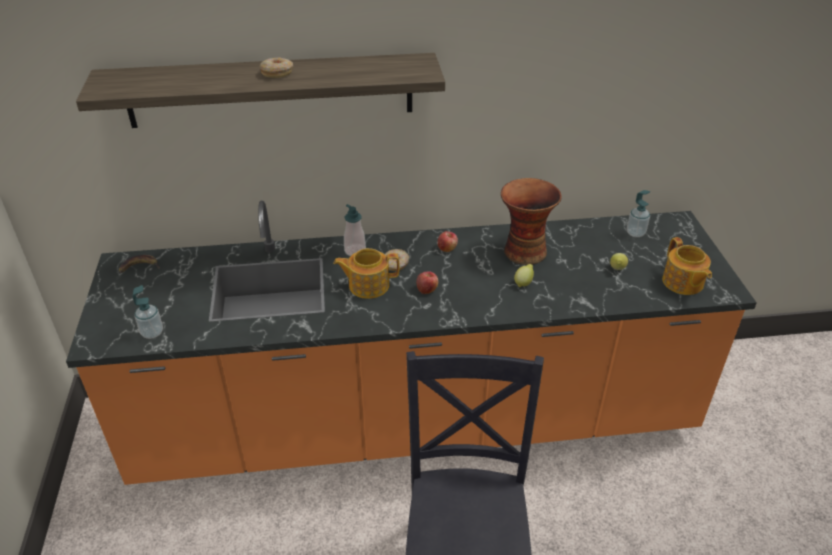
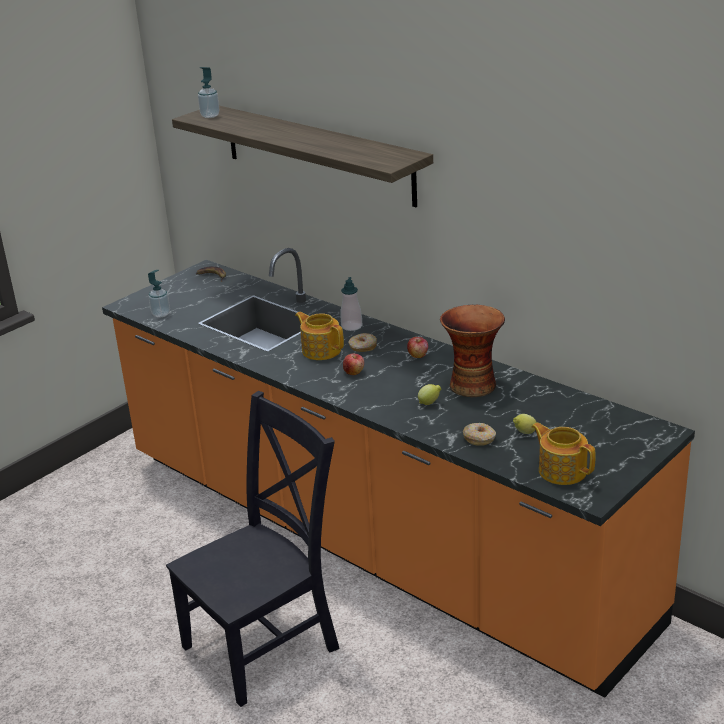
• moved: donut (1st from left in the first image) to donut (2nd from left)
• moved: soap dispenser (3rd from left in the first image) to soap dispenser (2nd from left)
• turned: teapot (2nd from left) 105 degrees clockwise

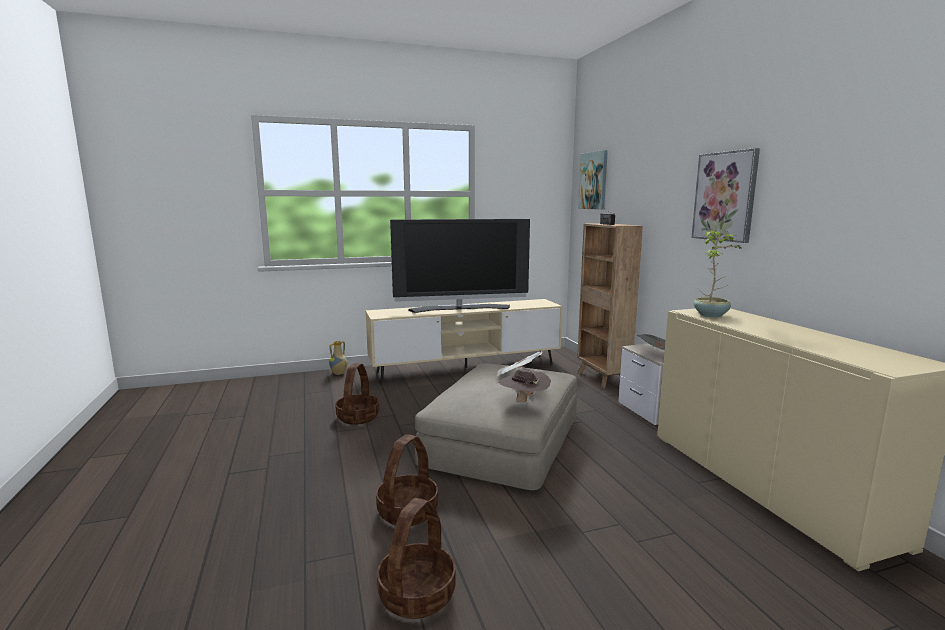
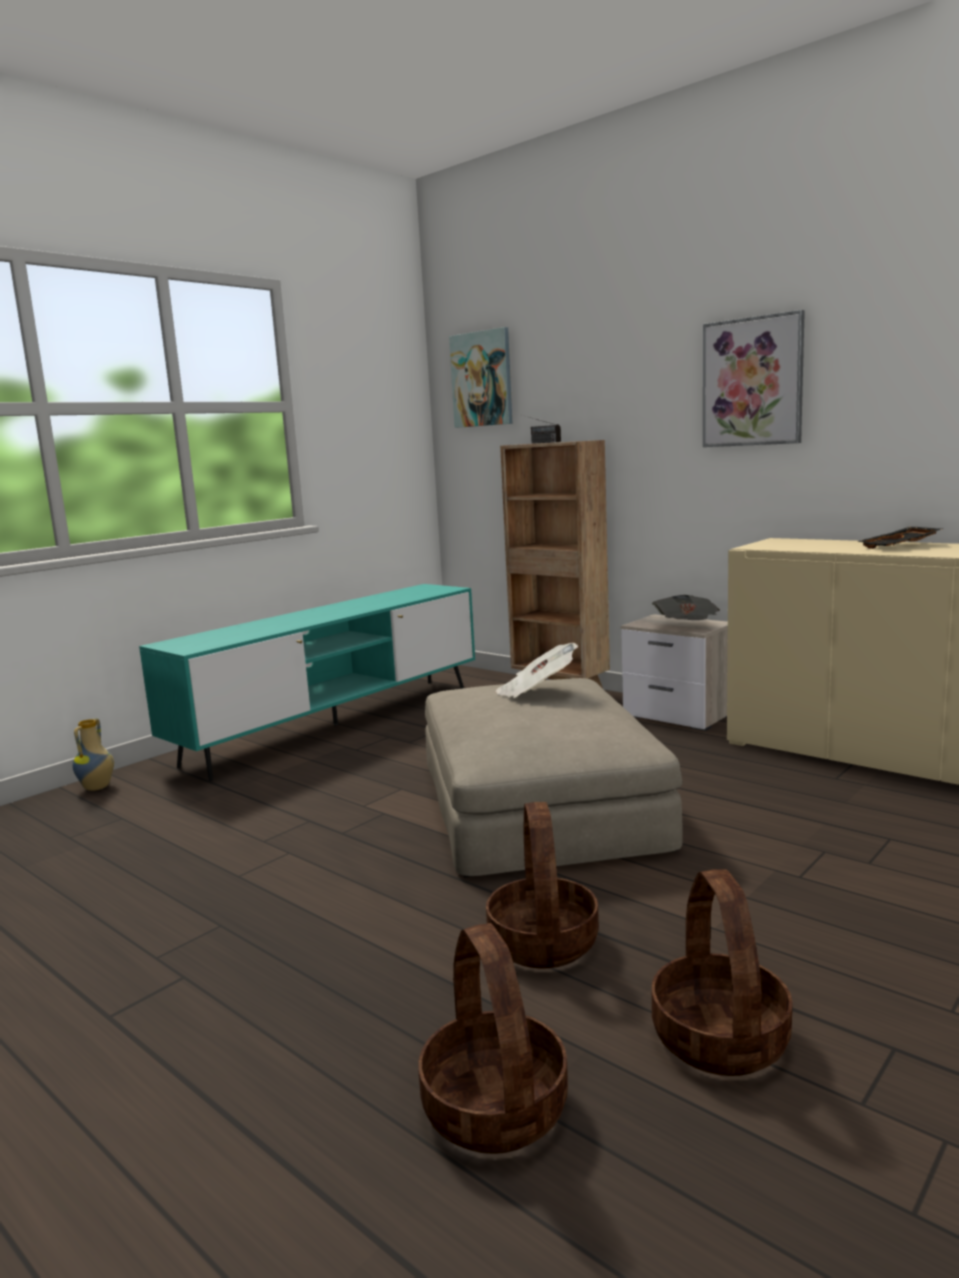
• removed: television
• removed: potted plant
• recoloured: beige tv stand to turquoise tv stand
• moved: basket (1st from left)
• removed: brown hat
• added: black tray

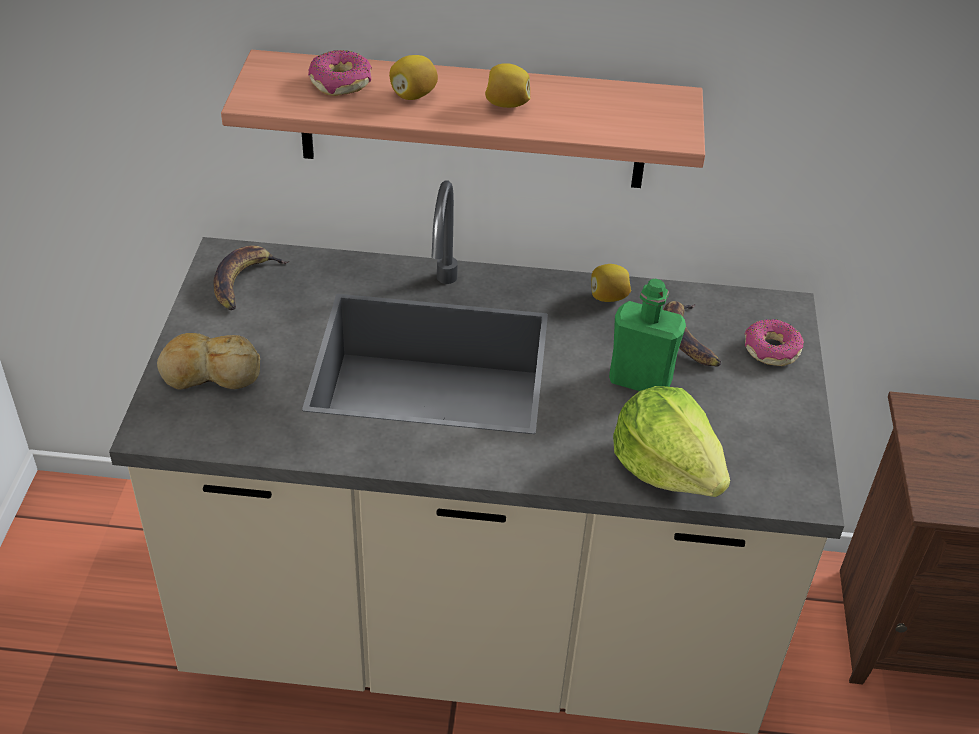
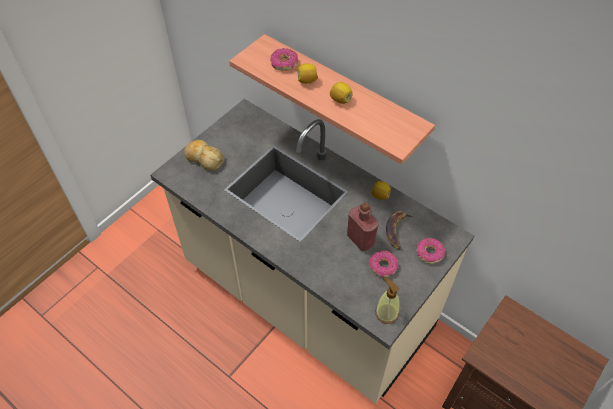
• removed: banana (1st from left)
• recoloured: green bottle to red bottle
• removed: lettuce
• added: donut (2nd from left)
• added: soap dispenser

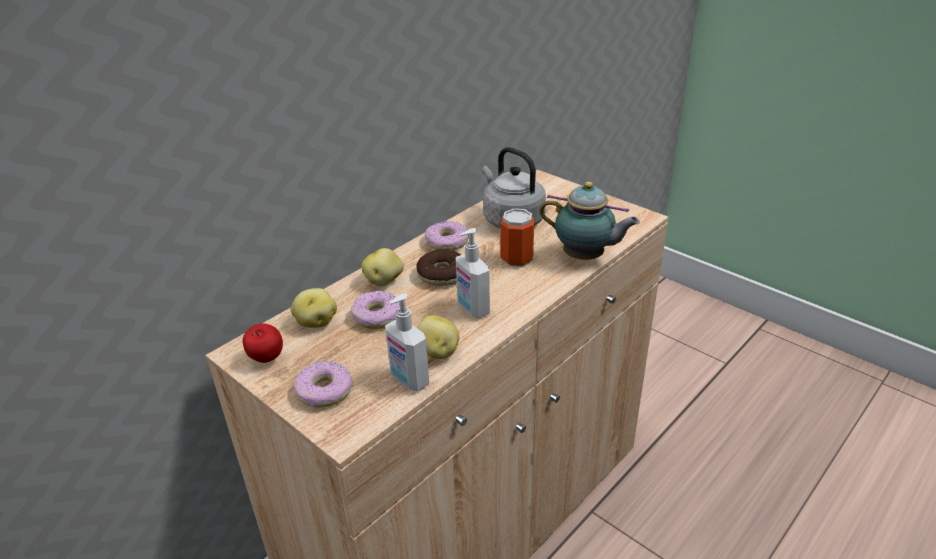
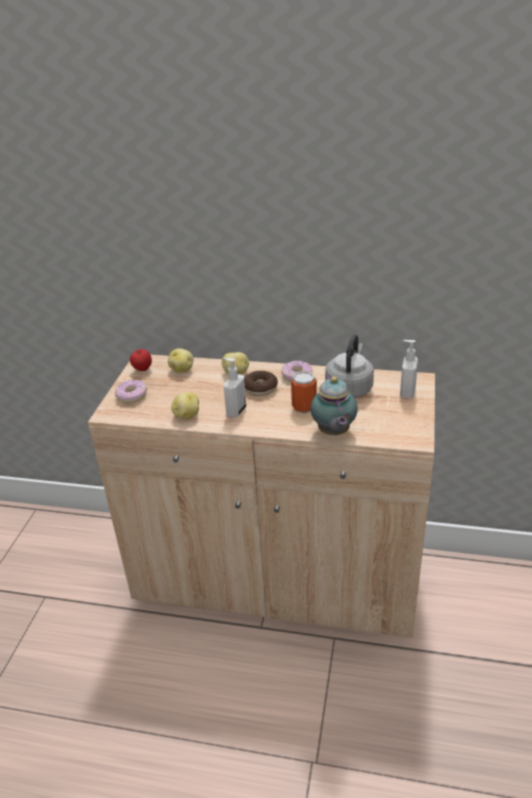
• removed: donut (2nd from left)
• moved: soap dispenser (1st from left in the first image) to soap dispenser (2nd from left)

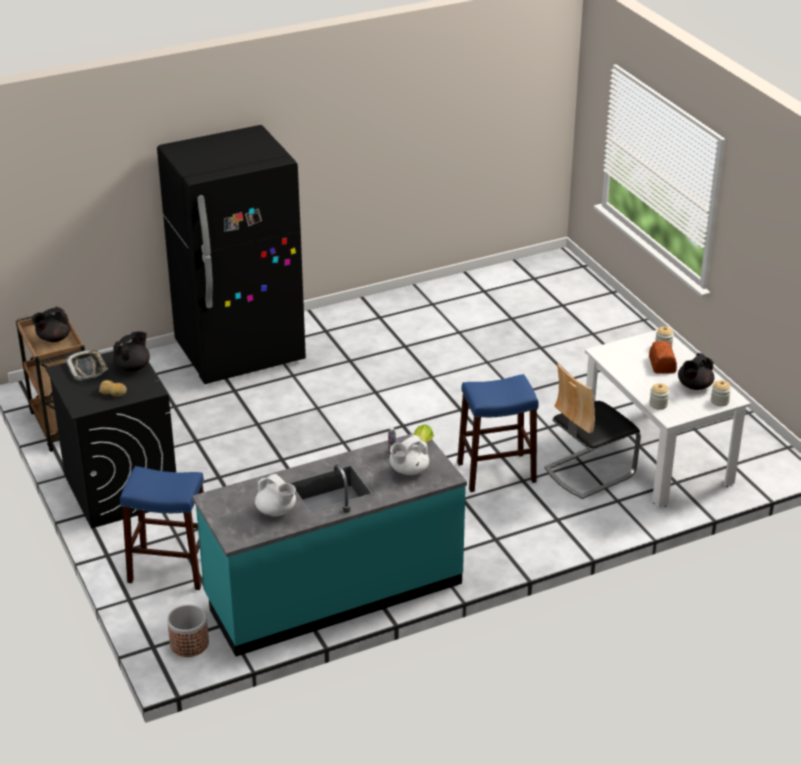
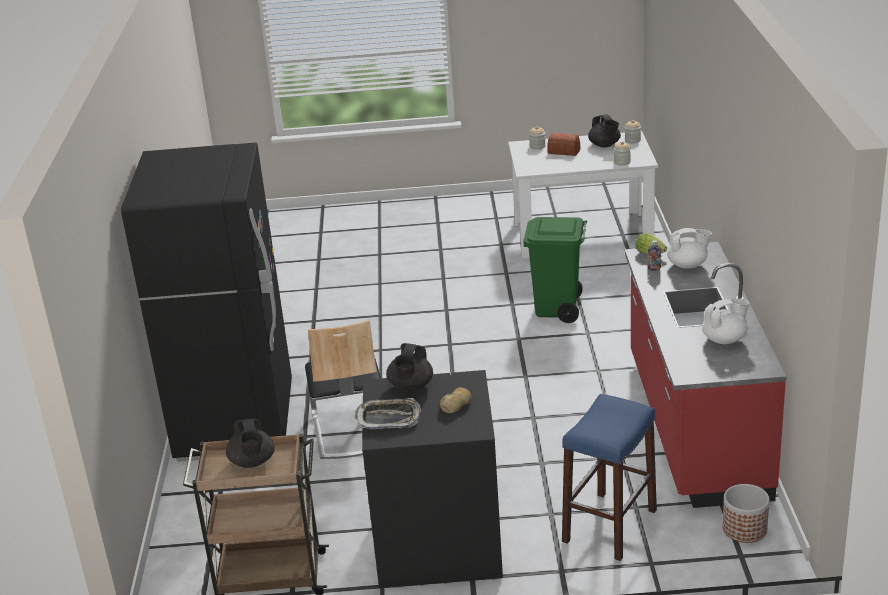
• turned: black teapot (2nd from left) 135 degrees counterclockwise
• moved: chair
• replaced: blue stool (2nd from left) to green trash can
• recoloured: turquoise counter to red counter
• turned: white teapot (2nd from left in the first image) 75 degrees counterclockwise

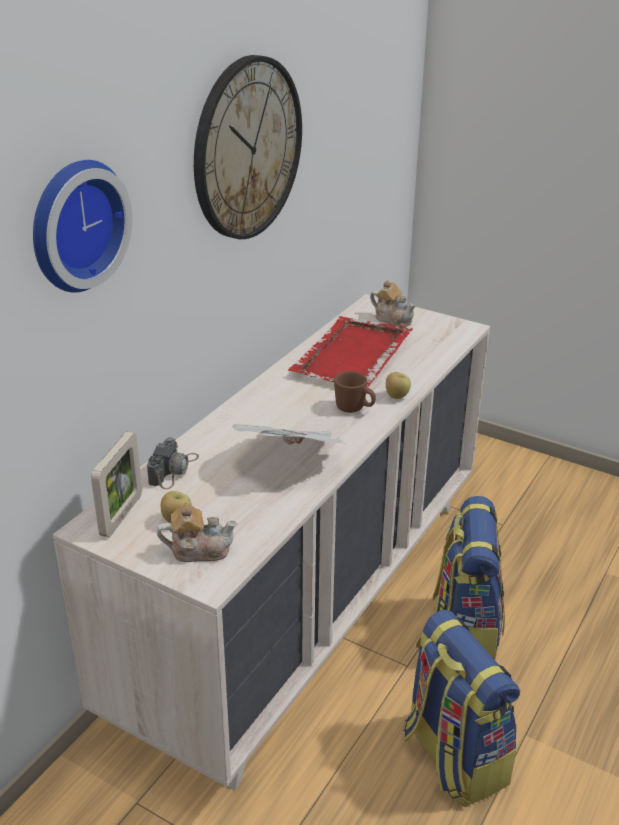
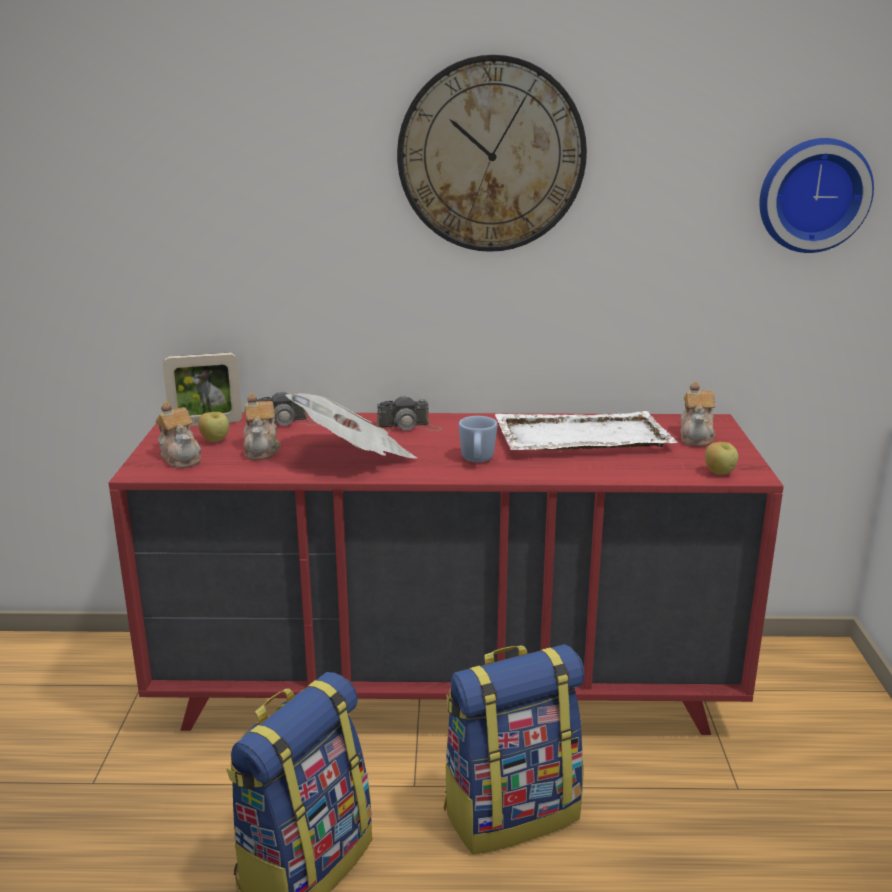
• moved: wall clock (1st from left in the first image) to wall clock (2nd from left)
• recoloured: beige dresser to red dresser
• recoloured: red tray to white tray
• recoloured: brown mug to blue mug
• moved: apple (2nd from left)
• added: teapot (2nd from left)
• added: photo camera (2nd from left)

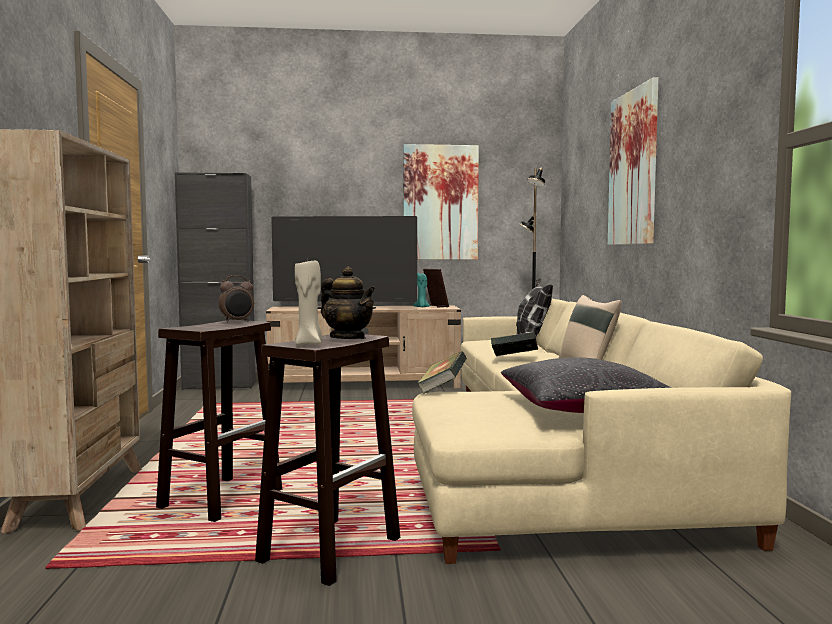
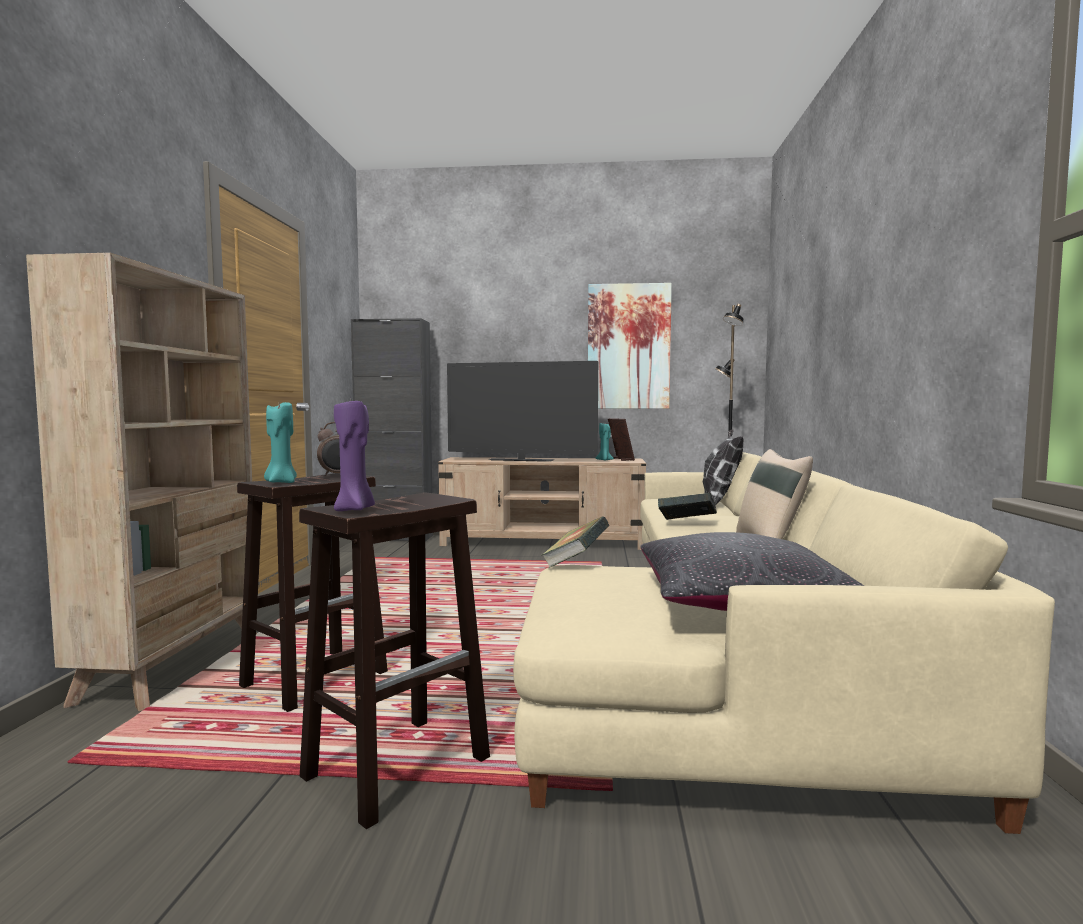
• removed: picture (2nd from left)
• recoloured: beige candle to purple candle
• removed: teapot
• added: turquoise candle (1st from left)

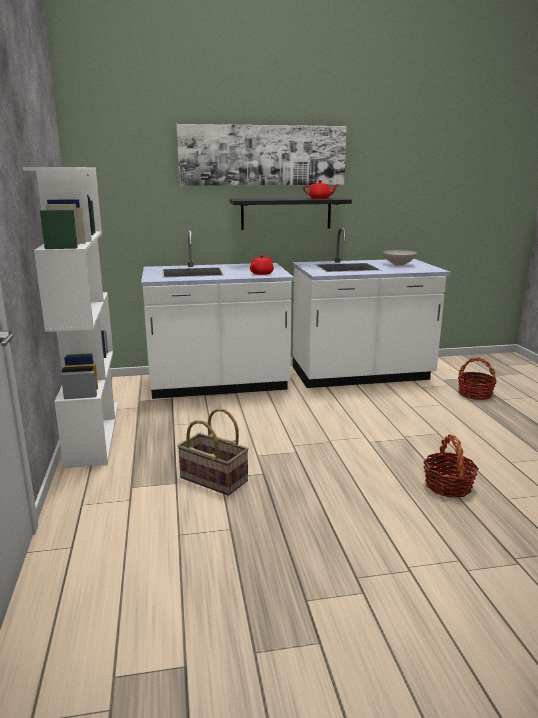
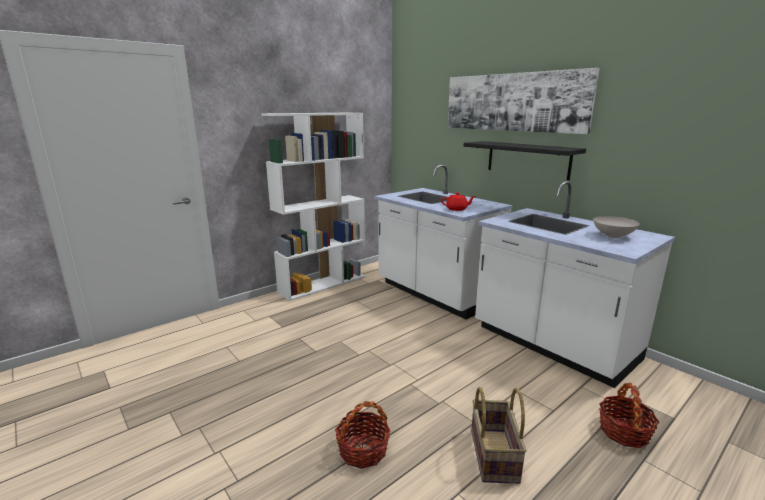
• removed: red teapot (2nd from left)
• moved: basket (1st from left in the first image) to basket (2nd from left)

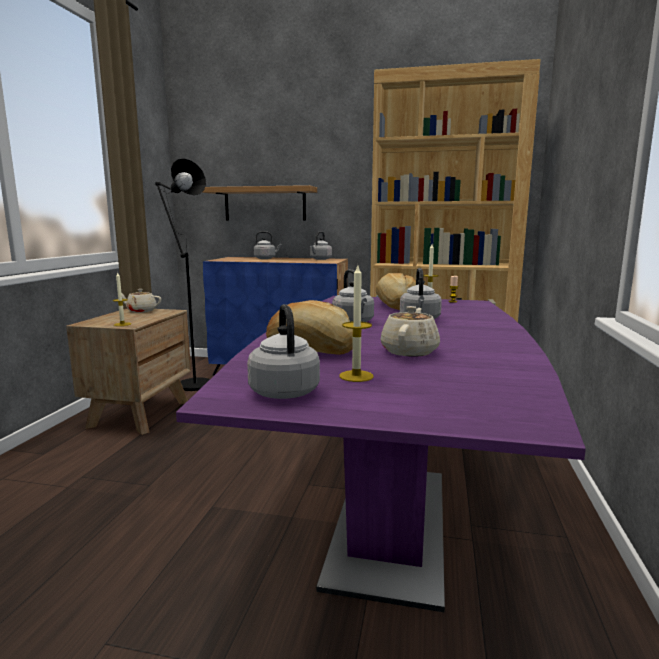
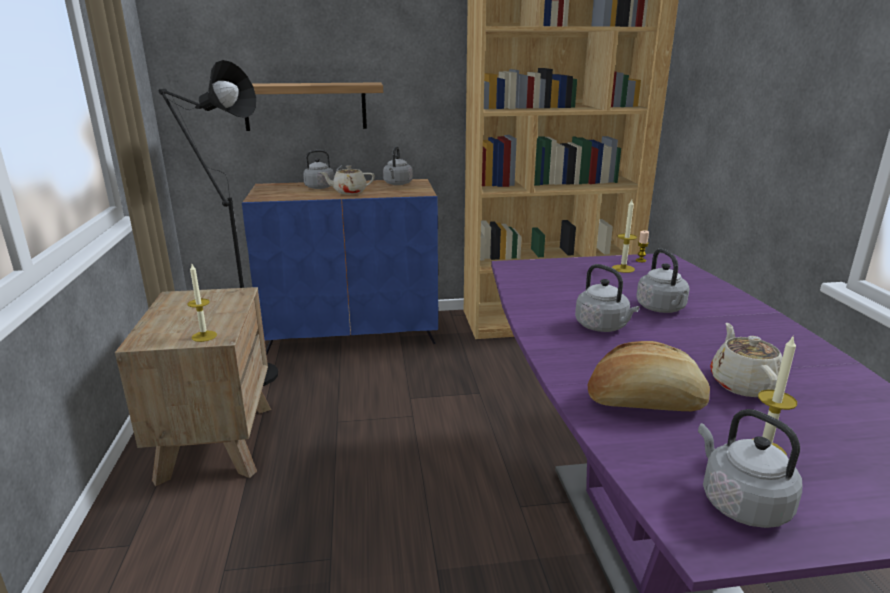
• removed: bread (2nd from left)
• moved: beige teapot (1st from left)

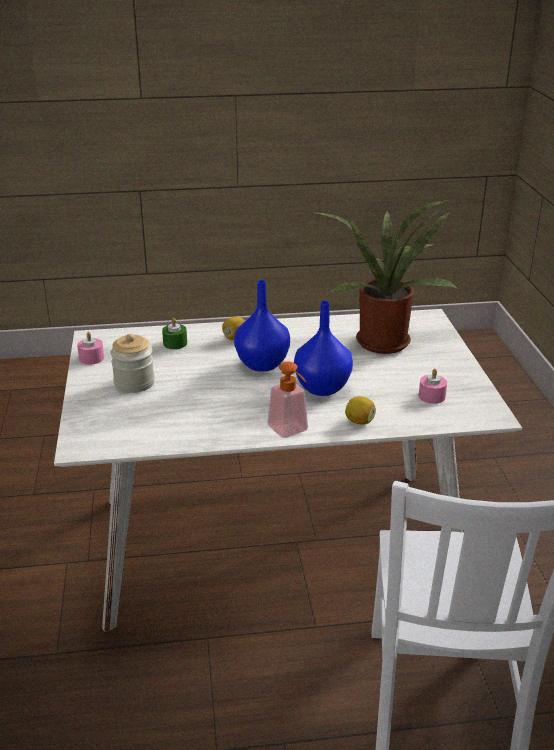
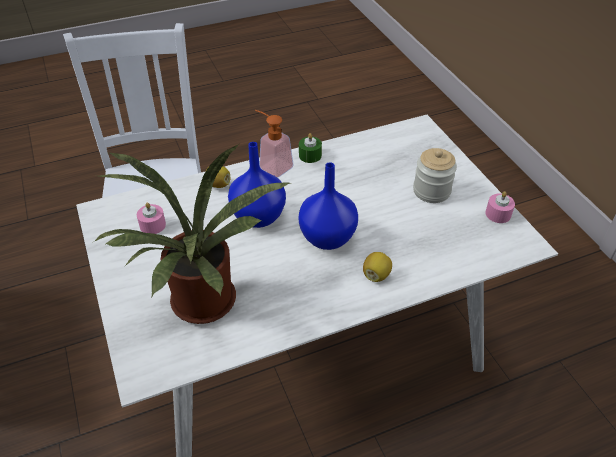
• moved: green candle

